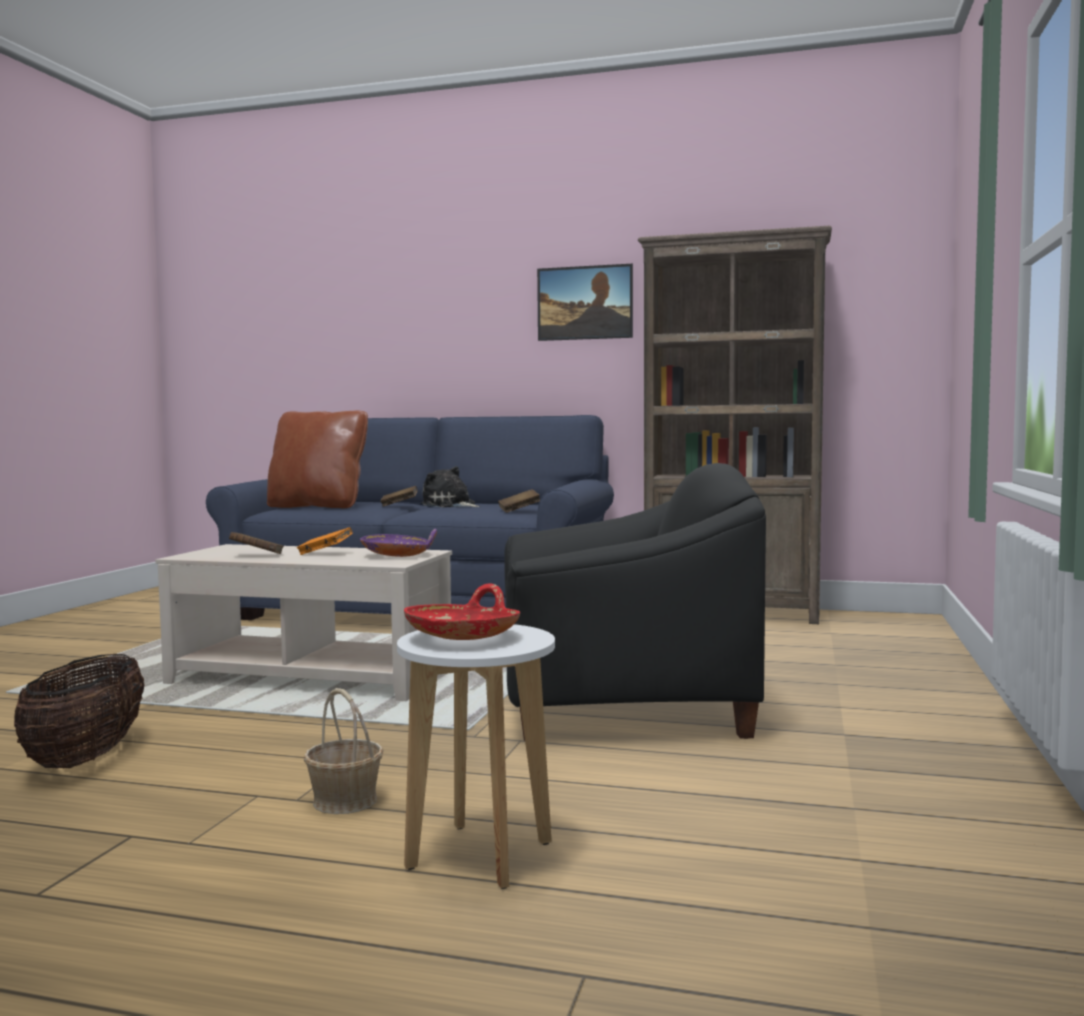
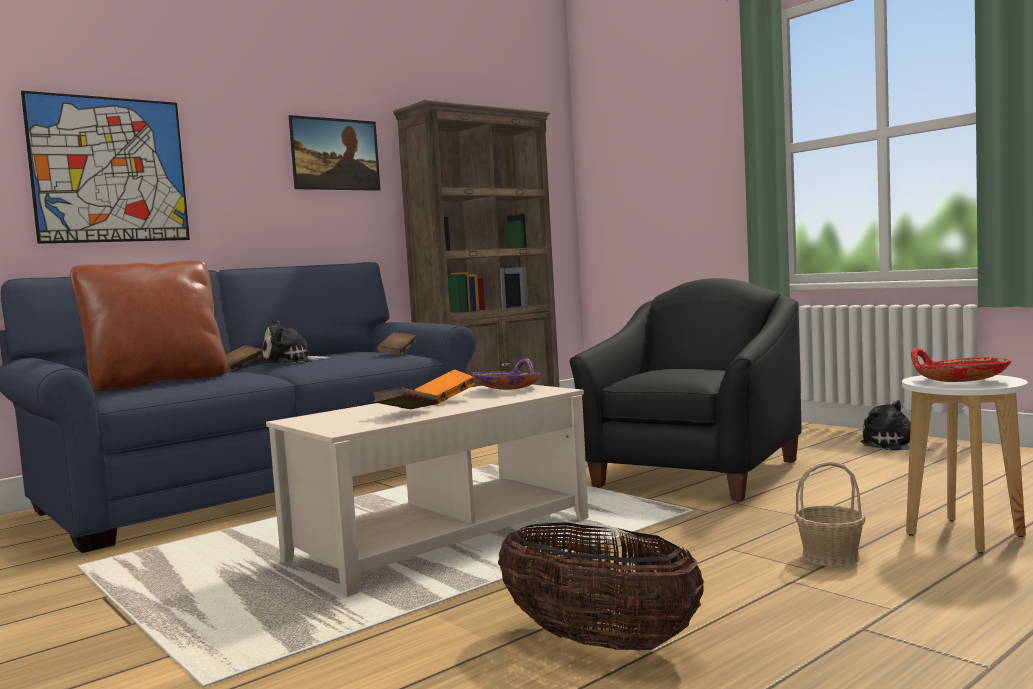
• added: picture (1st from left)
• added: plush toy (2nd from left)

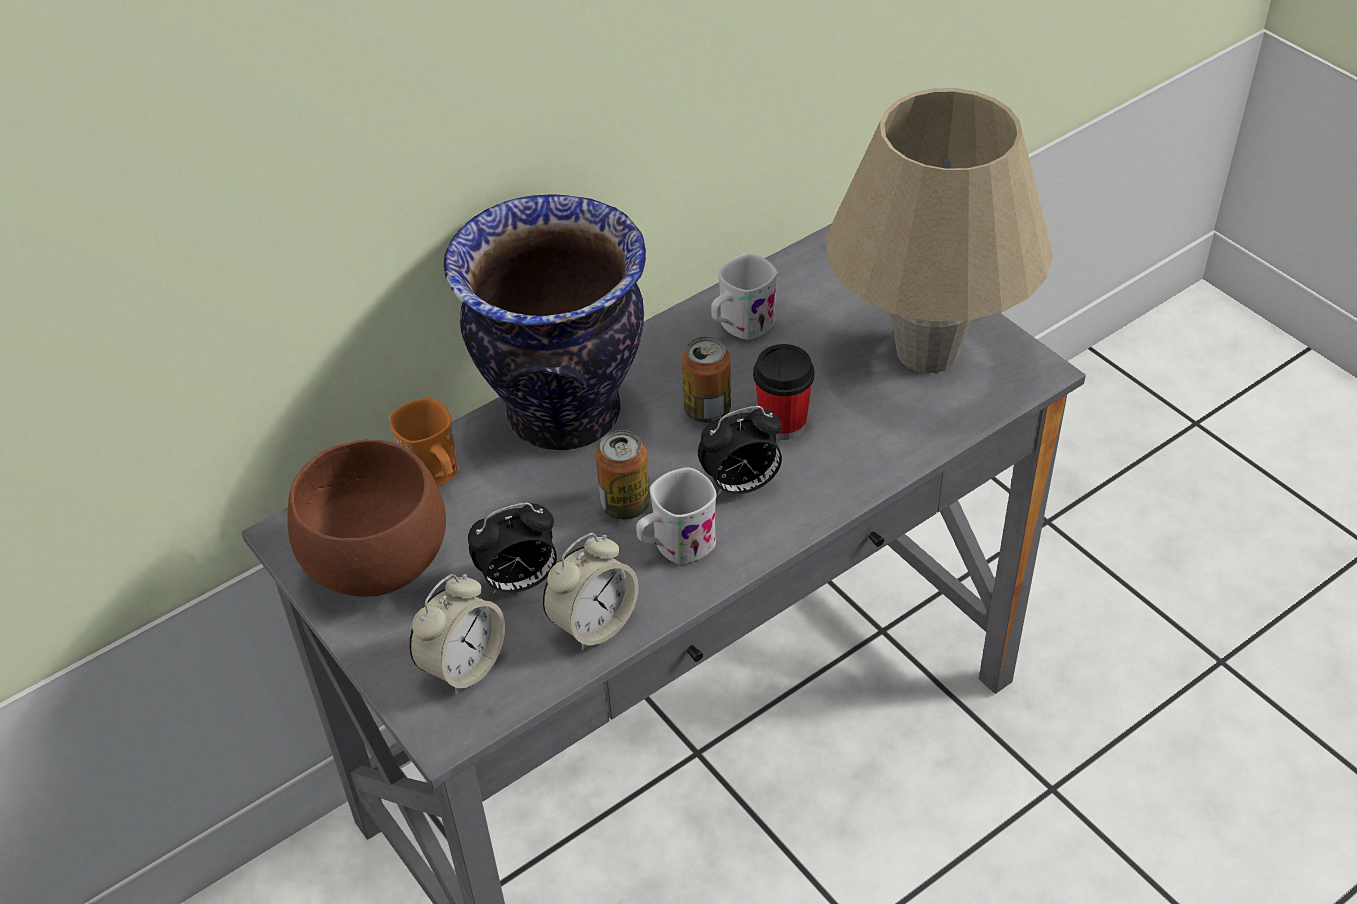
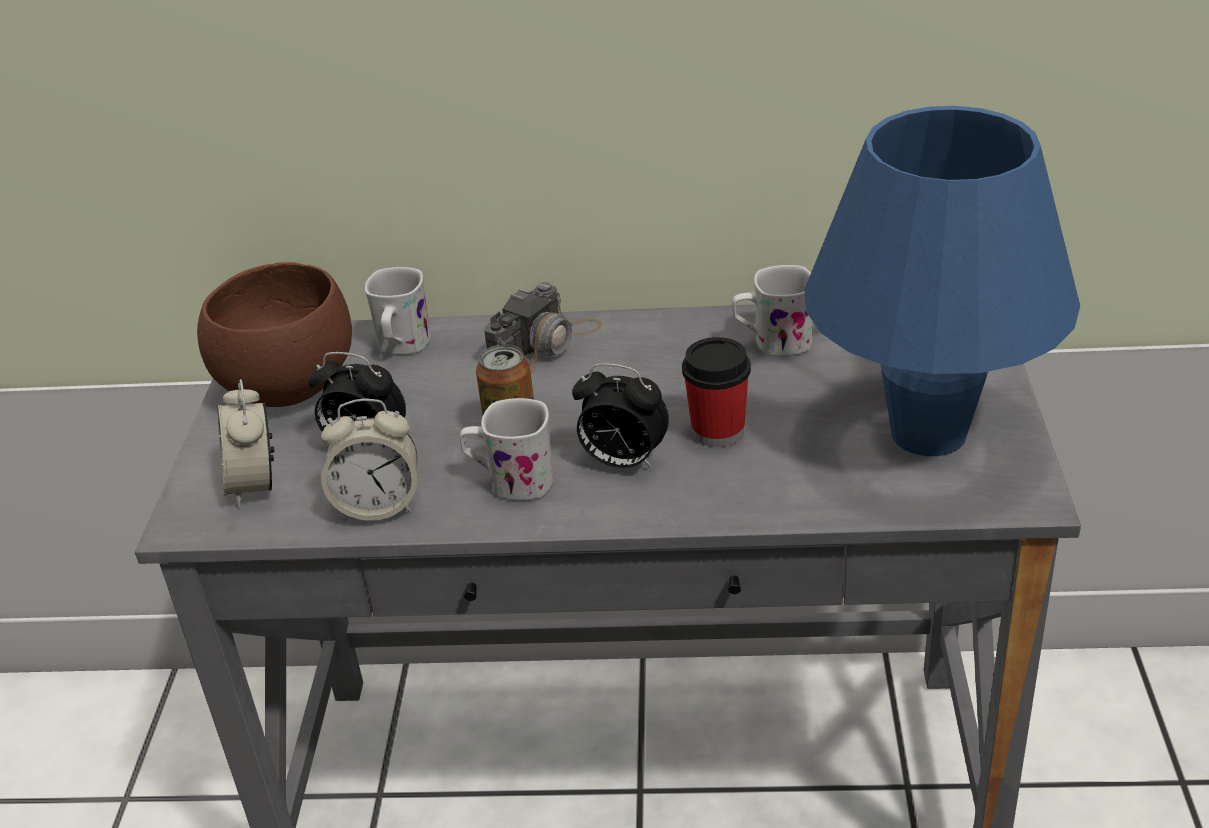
• recoloured: beige table lamp to blue table lamp
• replaced: vase to photo camera
• removed: can (2nd from left)
• recoloured: orange mug to white mug (1st from left)
• turned: alarm clock (1st from left) 90 degrees clockwise

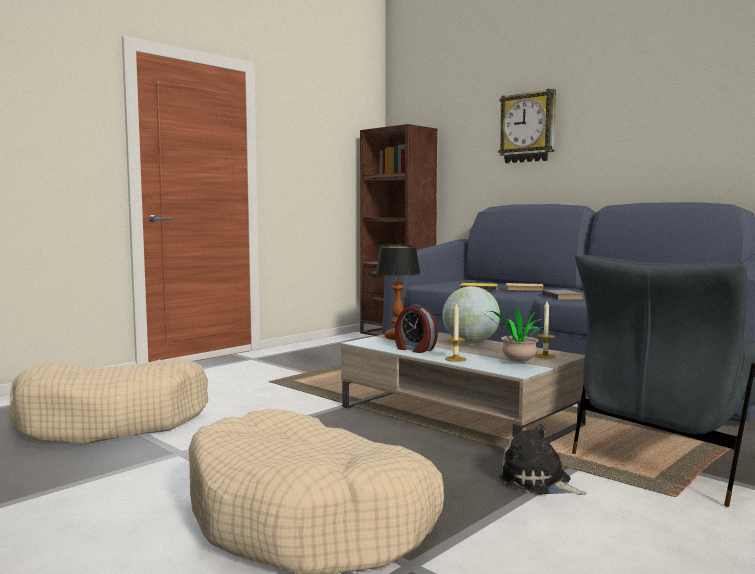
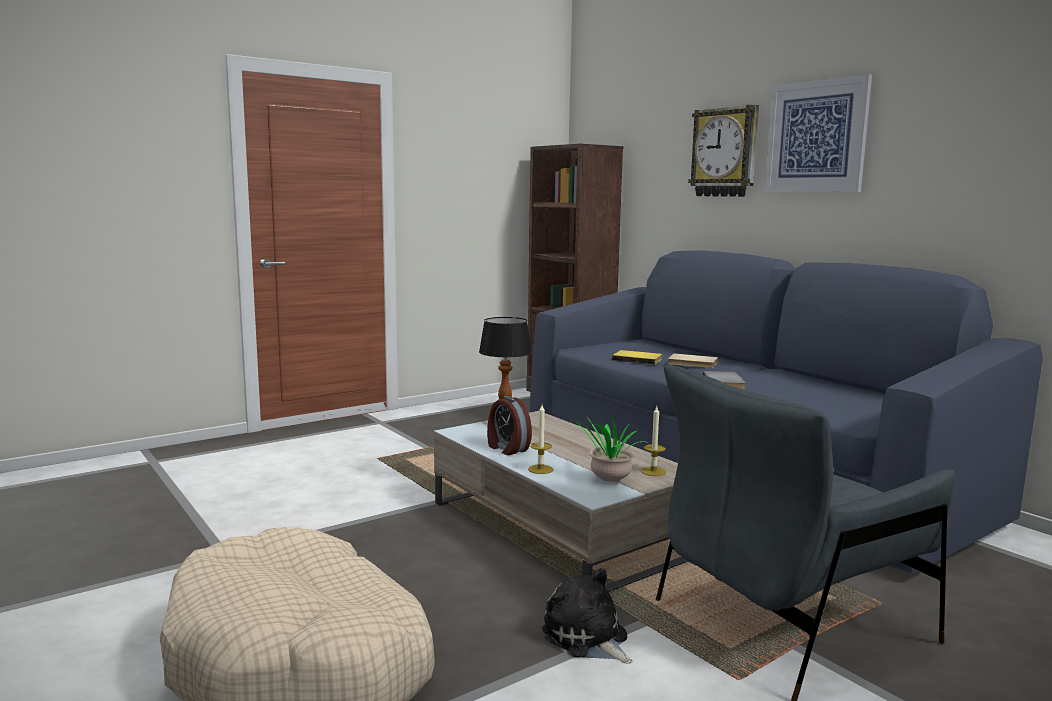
• removed: globe
• removed: beige dog bed (1st from left)
• added: picture

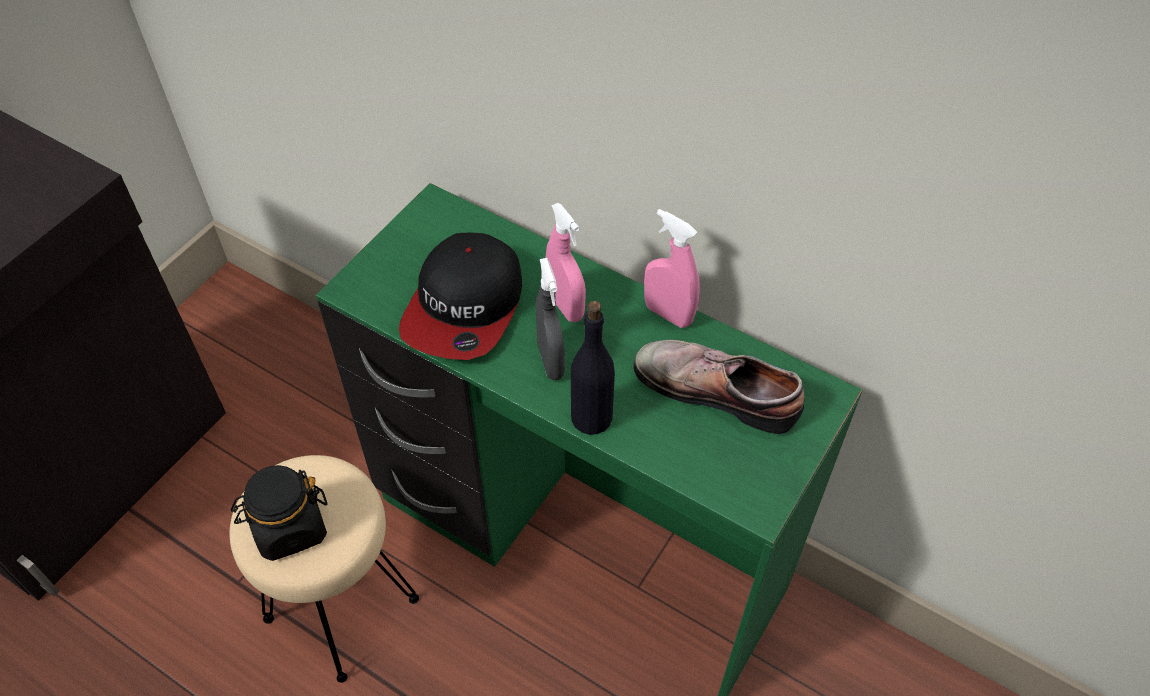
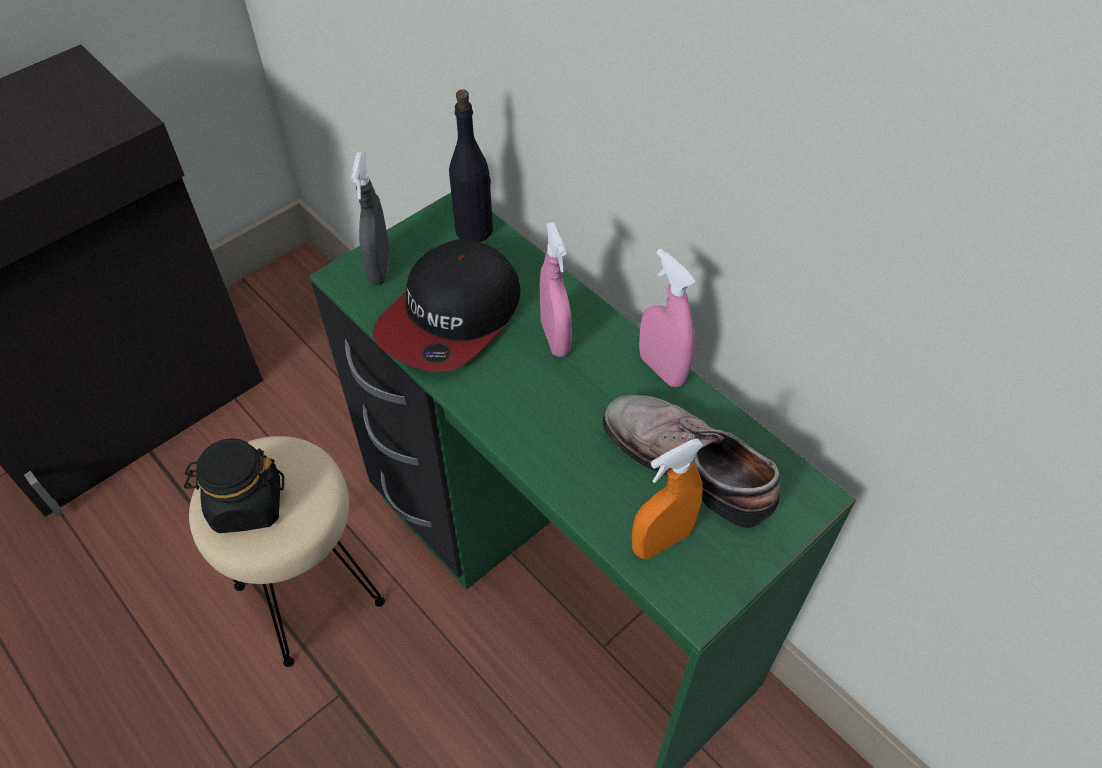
• moved: grey spray bottle
• moved: black bottle
• added: orange spray bottle

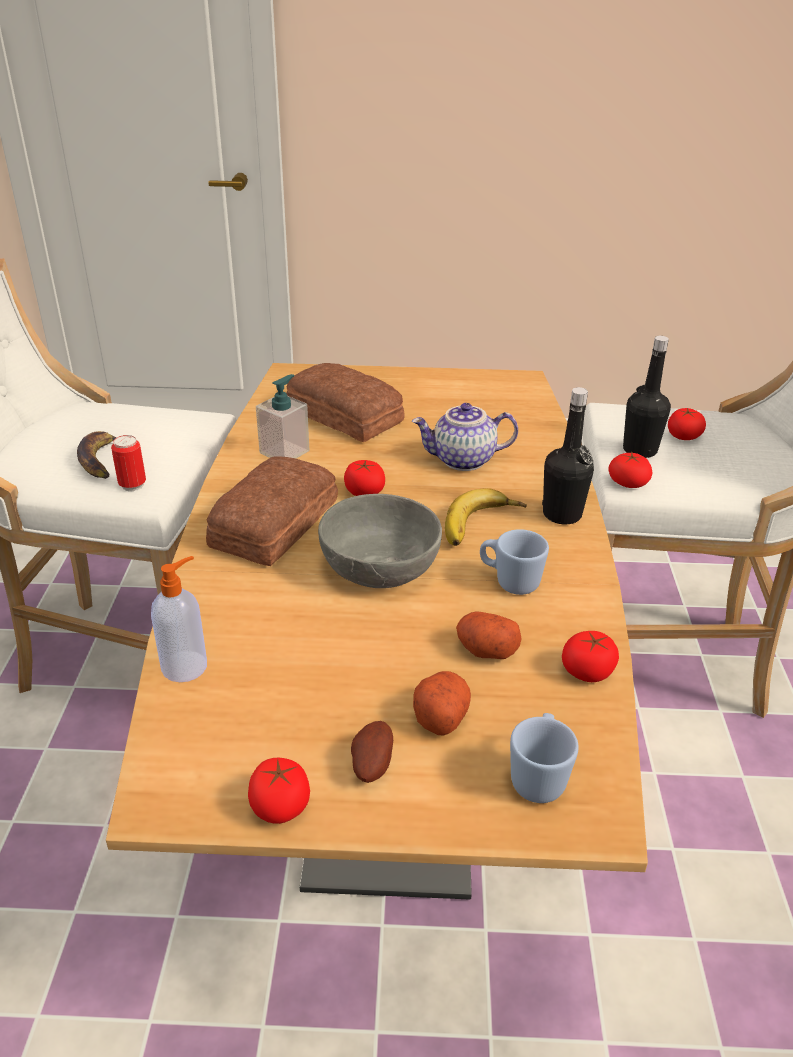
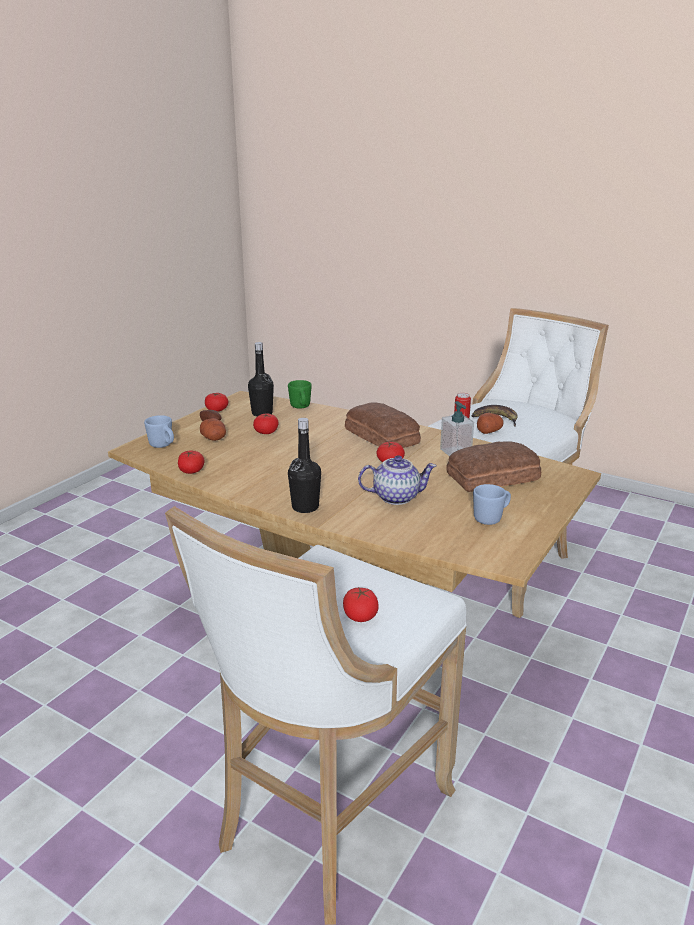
• moved: black bottle (2nd from left in the first image) to black bottle (1st from left)
• turned: teapot 60 degrees clockwise
• moved: tomato (4th from left in the first image) to tomato (3rd from left)
• removed: banana (2nd from left)
• removed: grey bowl
• moved: blue mug (1st from left in the first image) to blue mug (2nd from left)
• replaced: soap dispenser (1st from left) to green mug
• moved: potato (3rd from left)

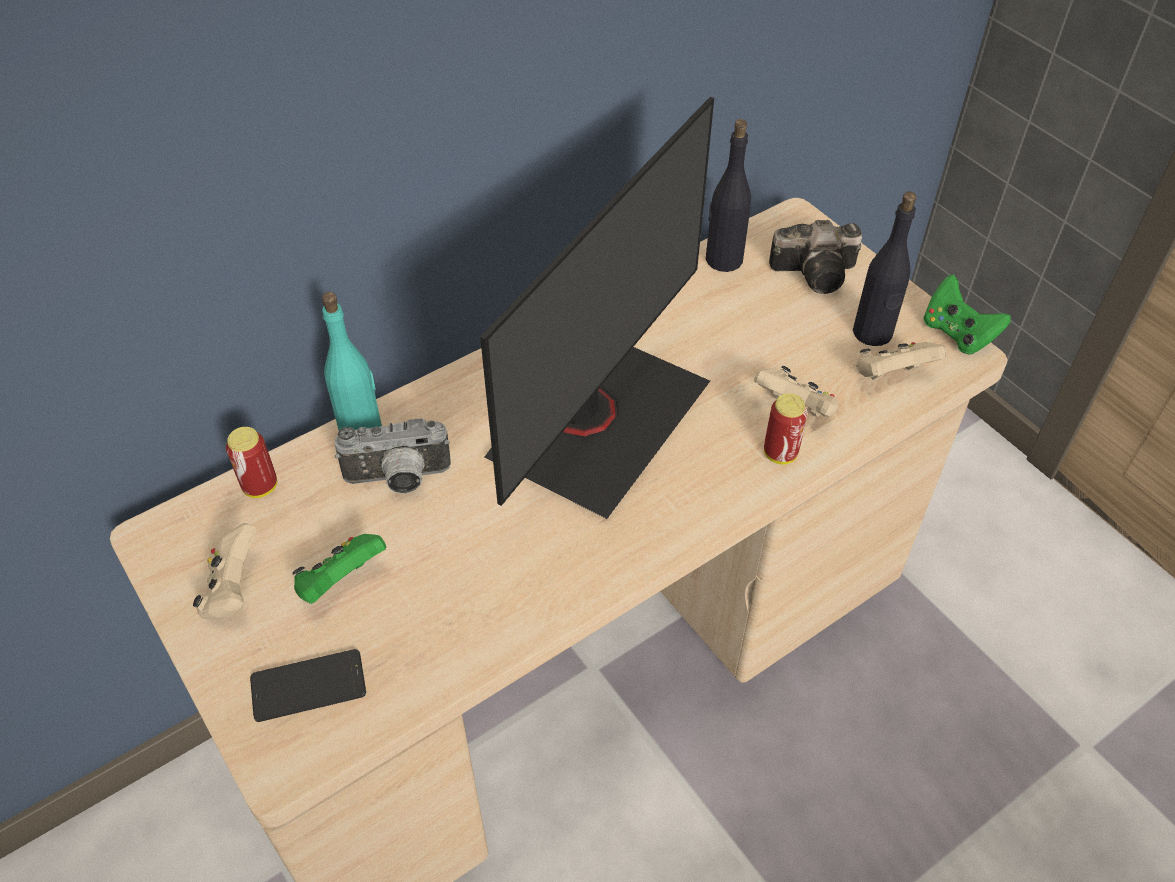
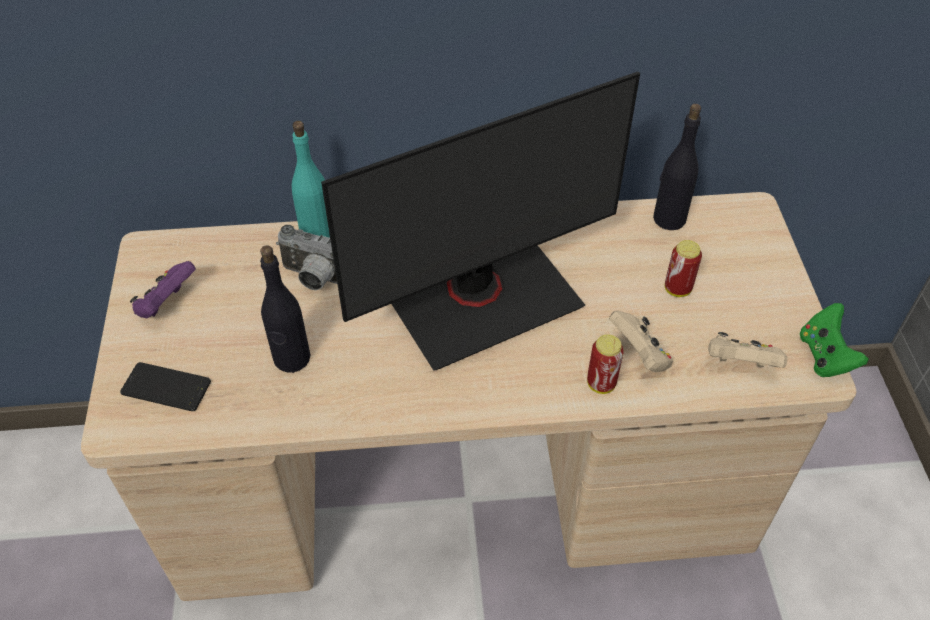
• moved: black bottle (2nd from left in the first image) to black bottle (1st from left)
• removed: photo camera (2nd from left)
• moved: can (1st from left in the first image) to can (2nd from left)
• recoloured: beige game controller (1st from left) to purple game controller
• removed: green game controller (1st from left)

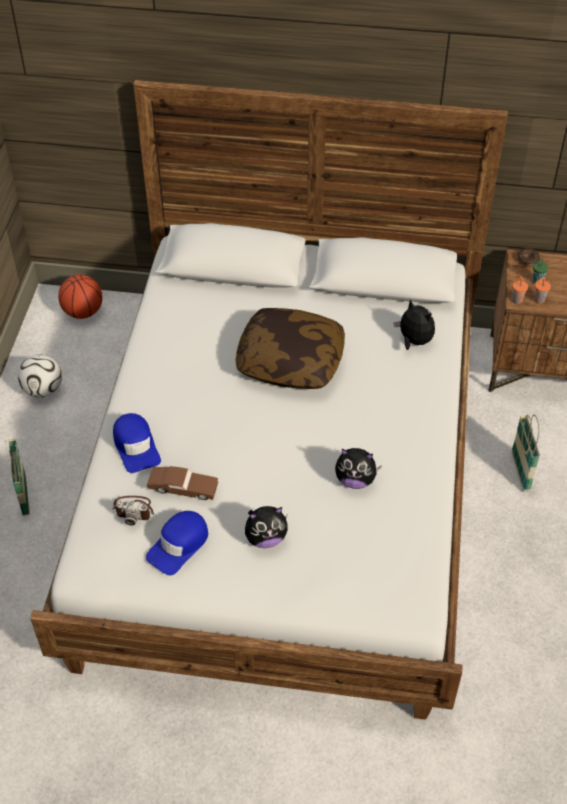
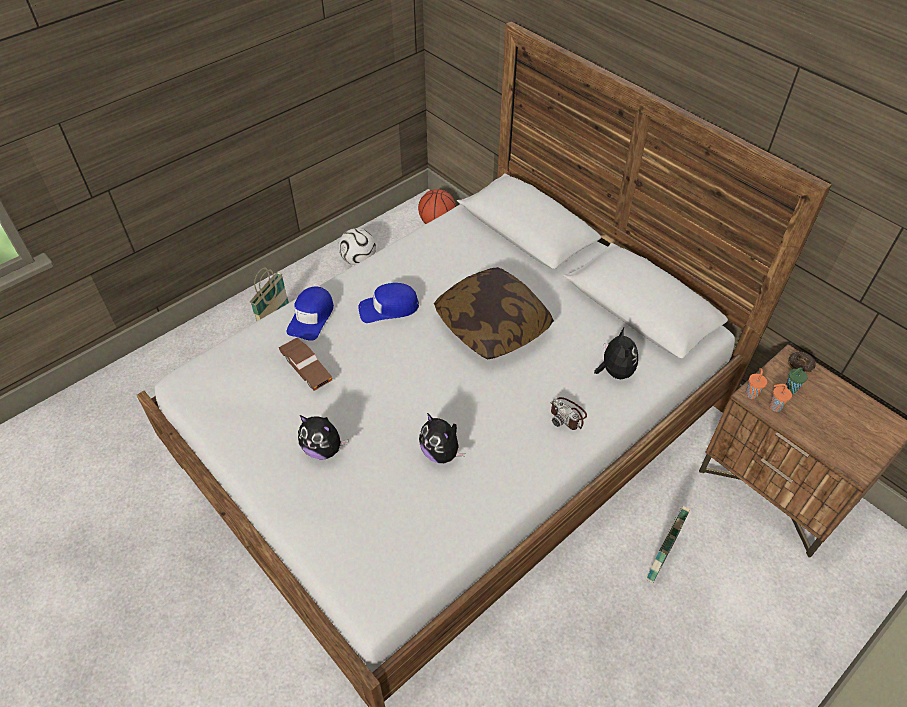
• moved: photo camera
• moved: blue cap (2nd from left)

